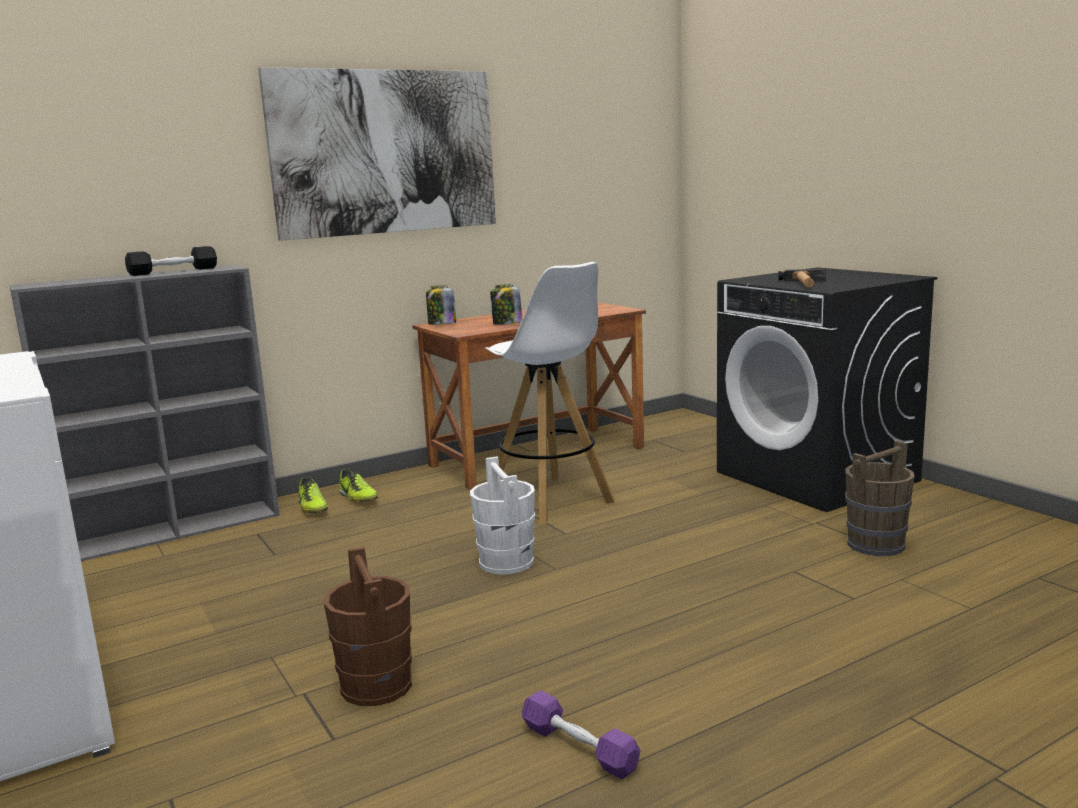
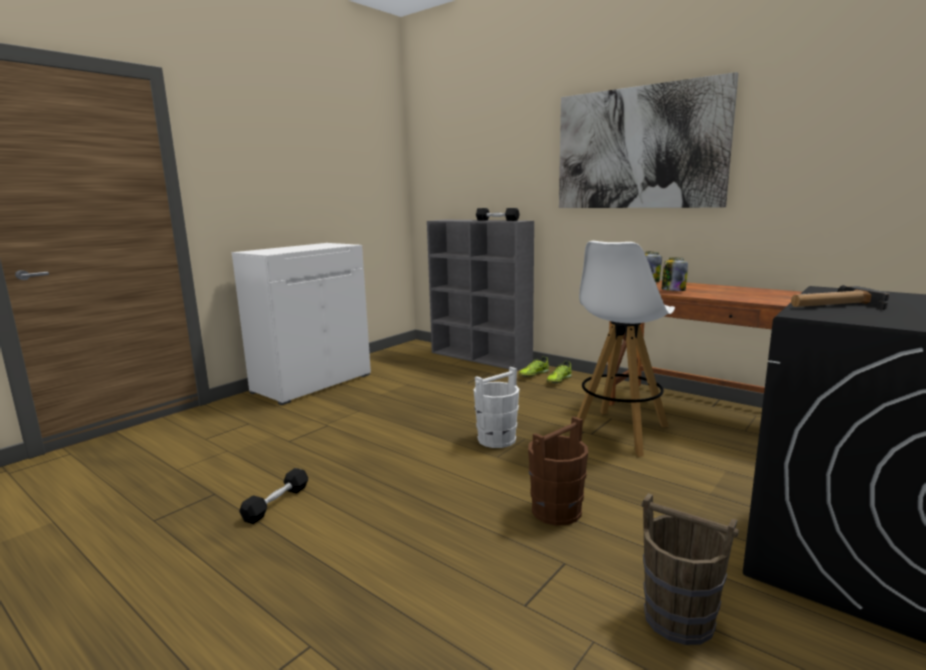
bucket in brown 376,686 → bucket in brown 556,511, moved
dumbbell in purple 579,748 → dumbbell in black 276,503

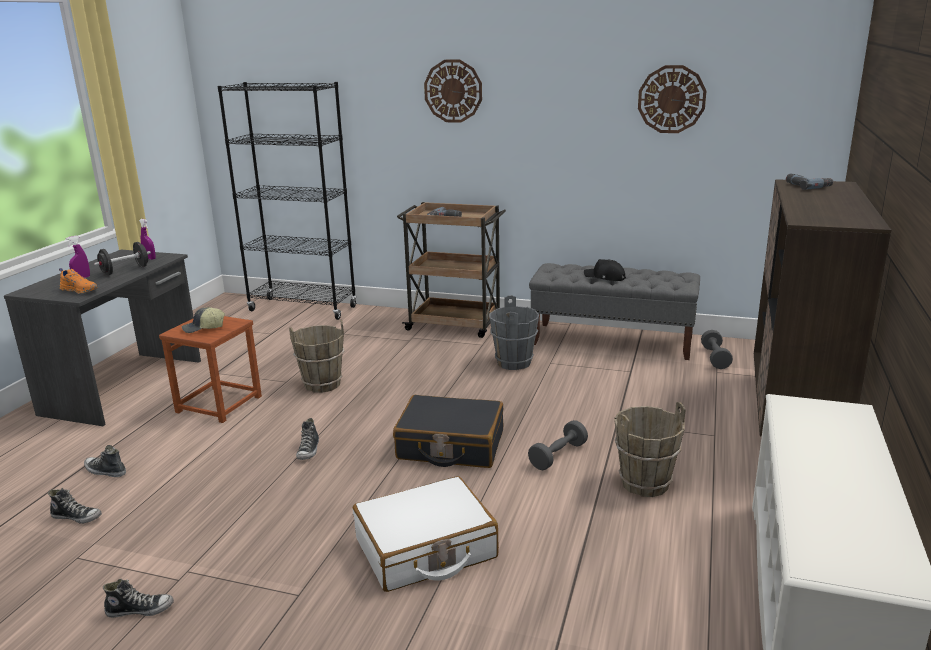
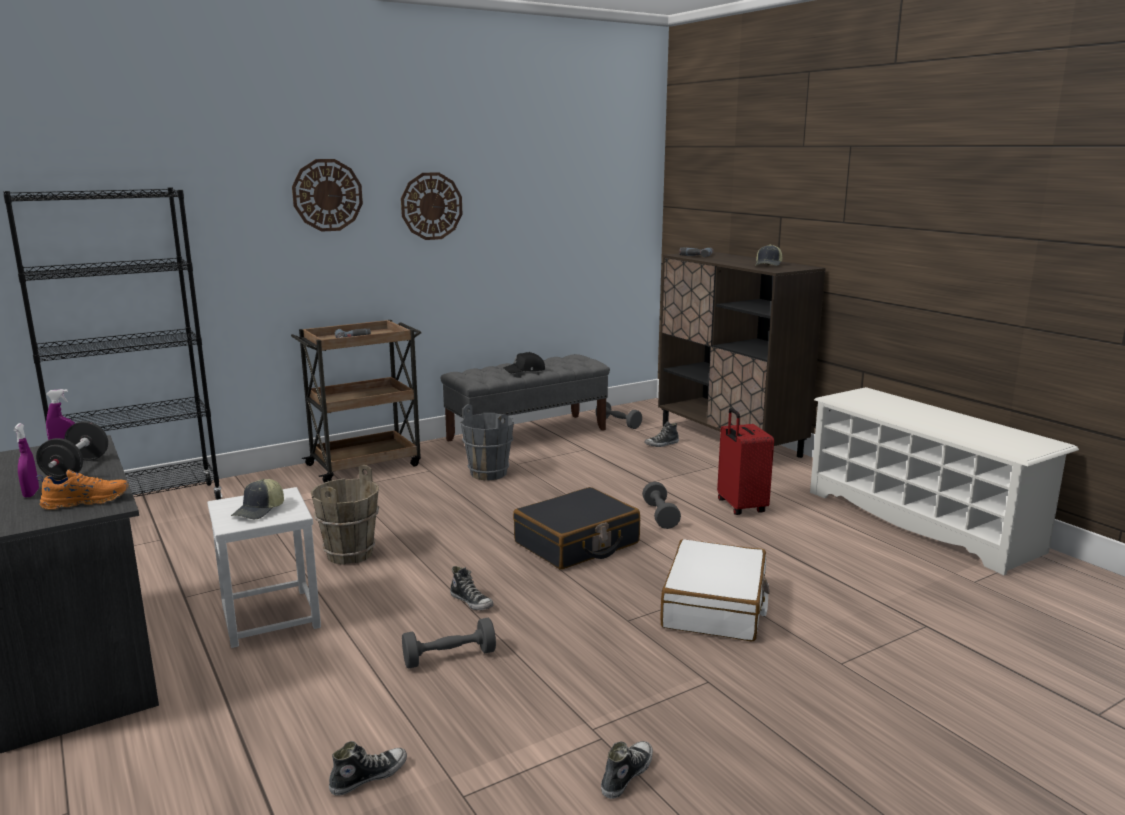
- → dumbbell in grey 449,657
- → cap 768,265
shoe 105,471 → shoe 661,444, moved
wall clock 671,99 → wall clock 431,206, moved
bucket in brown 644,483 → suitcase in red 740,507
stool in brown 219,404 → stool in white 271,617

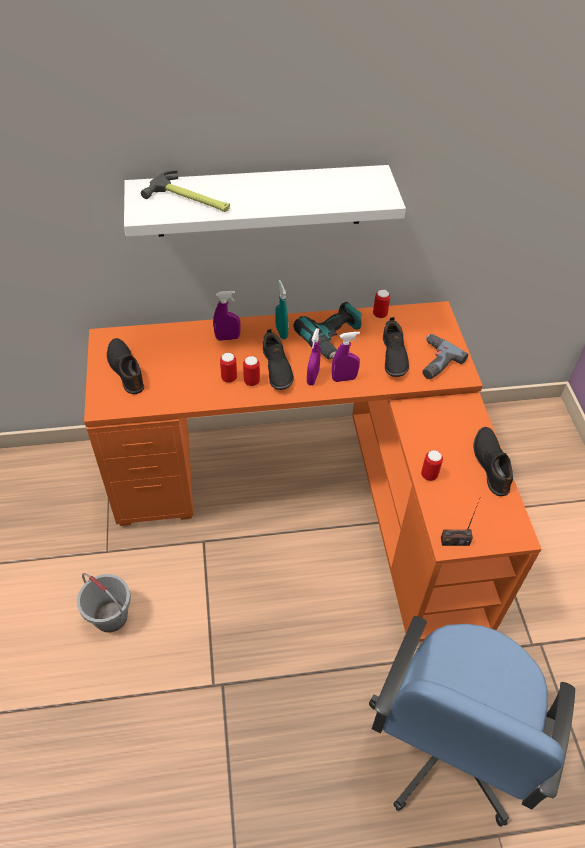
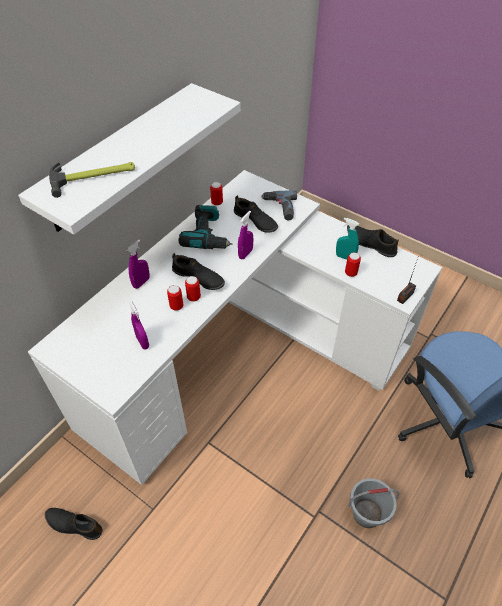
bucket in grey 110,616 → bucket in grey 366,513, moved
shoe in black 126,369 → shoe in black 74,524, moved
spray bottle in turquoise 281,332 → spray bottle in turquoise 345,257, moved
spray bottle in purple 313,378 → spray bottle in purple 142,342, moved
desk in orange 317,492 → desk in white 240,353

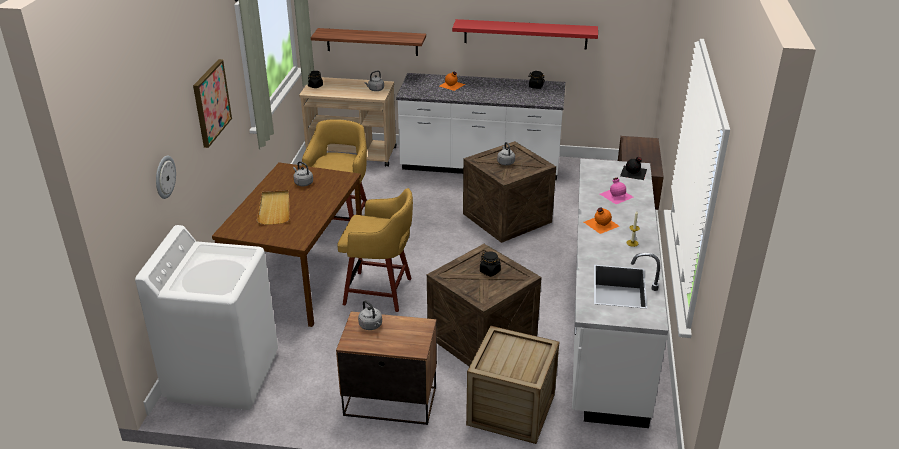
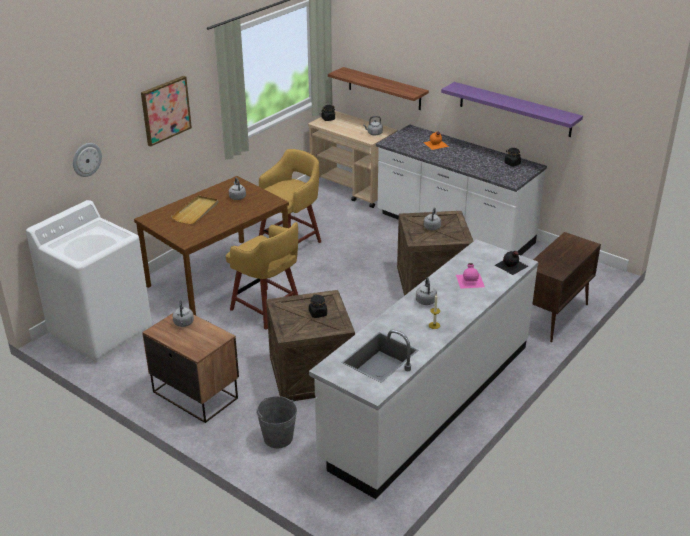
crate 511,409 → bucket in grey 278,438
bottle in orange 600,224 → kettle in grey 425,300
shelf in red 525,34 → shelf in purple 514,109

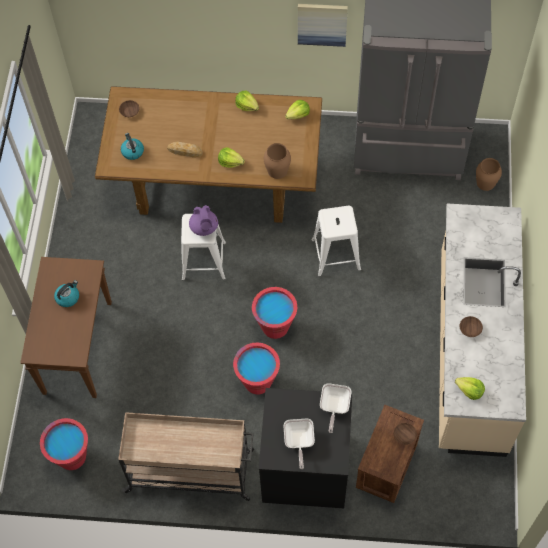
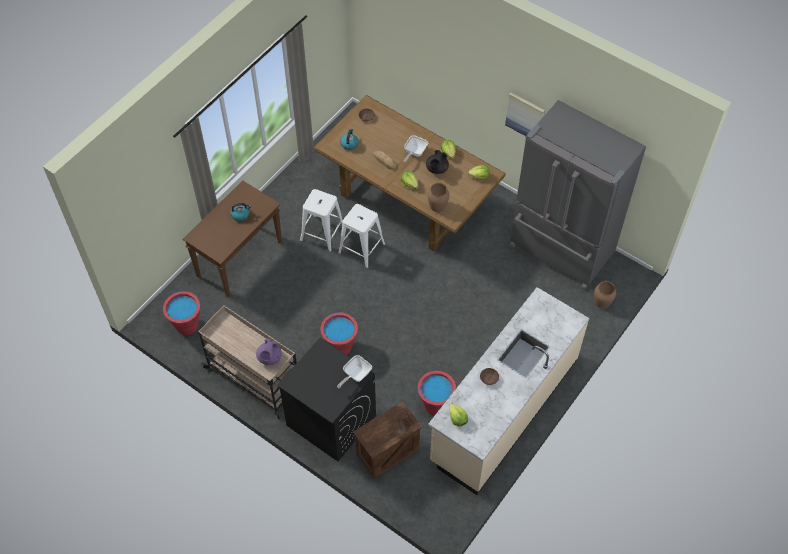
- → teapot in black 436,169
teapot in purple 204,228 → teapot in purple 269,358, moved
bucket in red 275,326 → bucket in red 435,405, moved
frying pan 298,442 → frying pan 414,153, moved
stool in white 336,254 → stool in white 322,233, moved

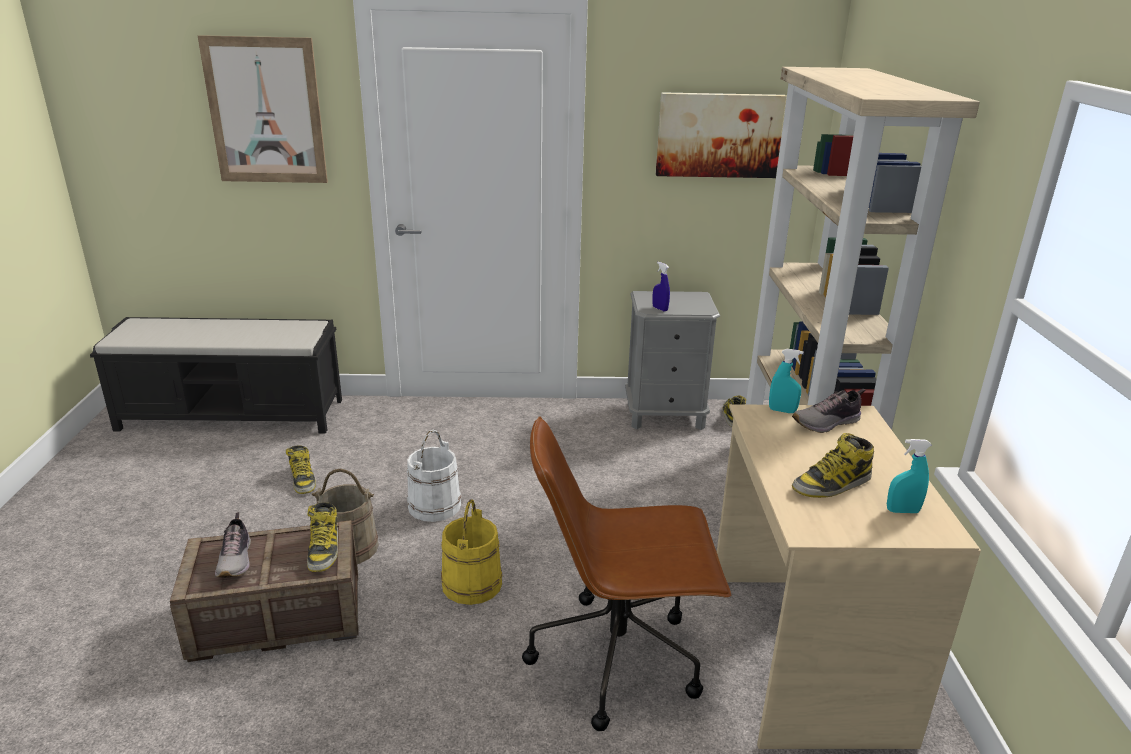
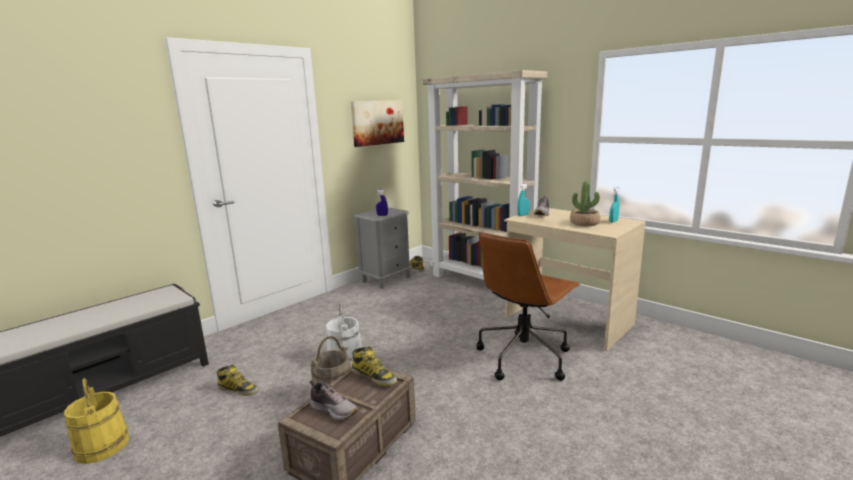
picture 265,111 → -
bucket in yellow 472,584 → bucket in yellow 102,446, moved
boot 832,484 → potted plant 584,223

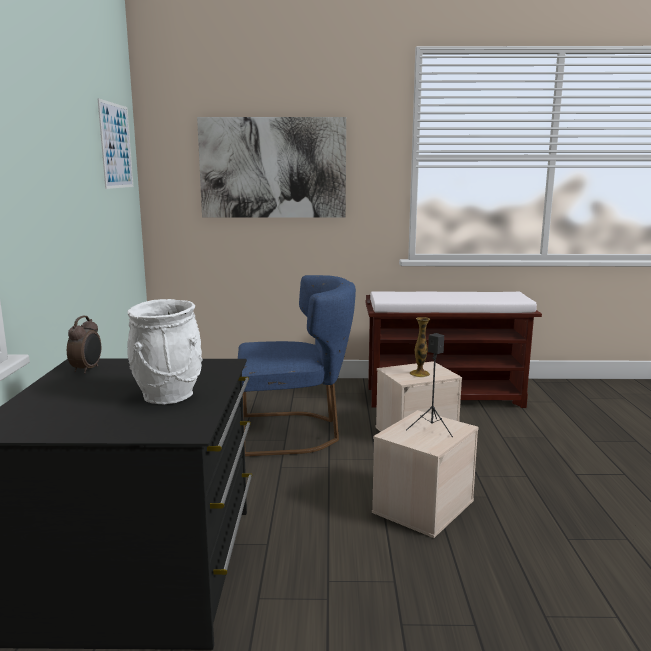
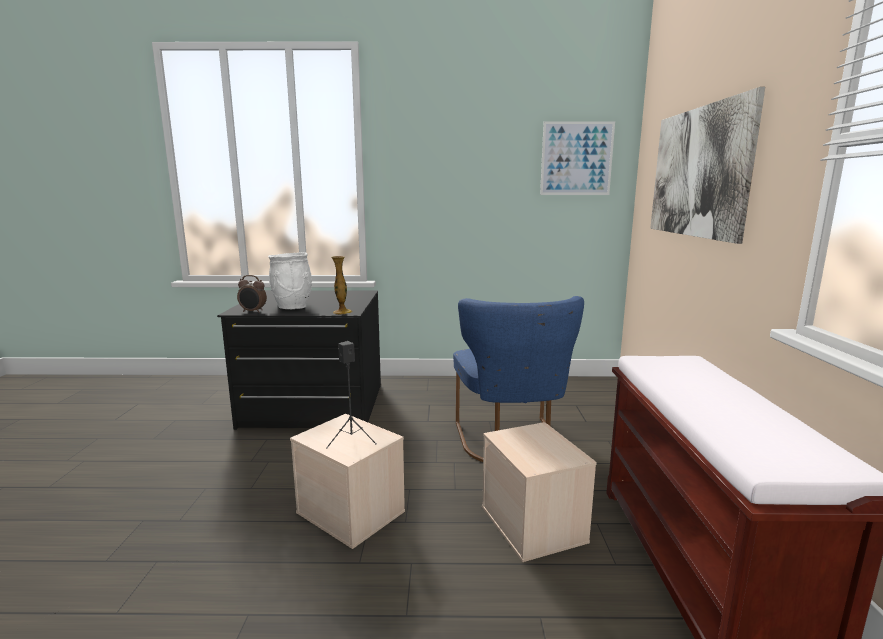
alarm clock 87,369 → alarm clock 253,312, moved
vase 419,373 → vase 342,312, moved

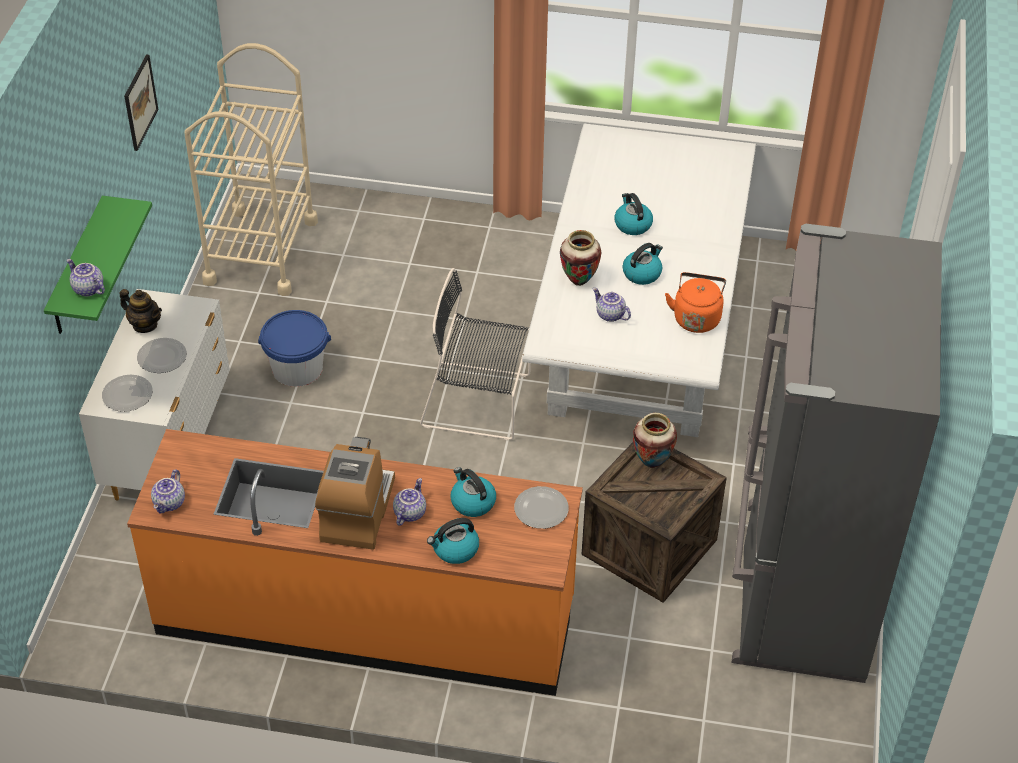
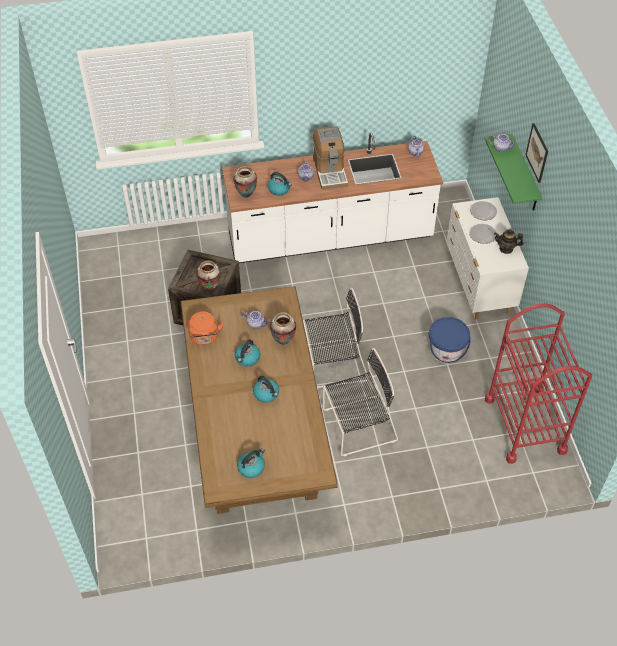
fridge in grey 799,590 → -
- → chair in black 357,426
picture 140,102 → picture 537,153, moved
kettle 455,549 → kettle 251,467, moved
plate 540,509 → vase 246,195
counter in orange 366,617 → counter in white 330,238
cart in beige 261,251 → cart in red 525,425
dining table in white 639,339 → dining table in brown 256,435

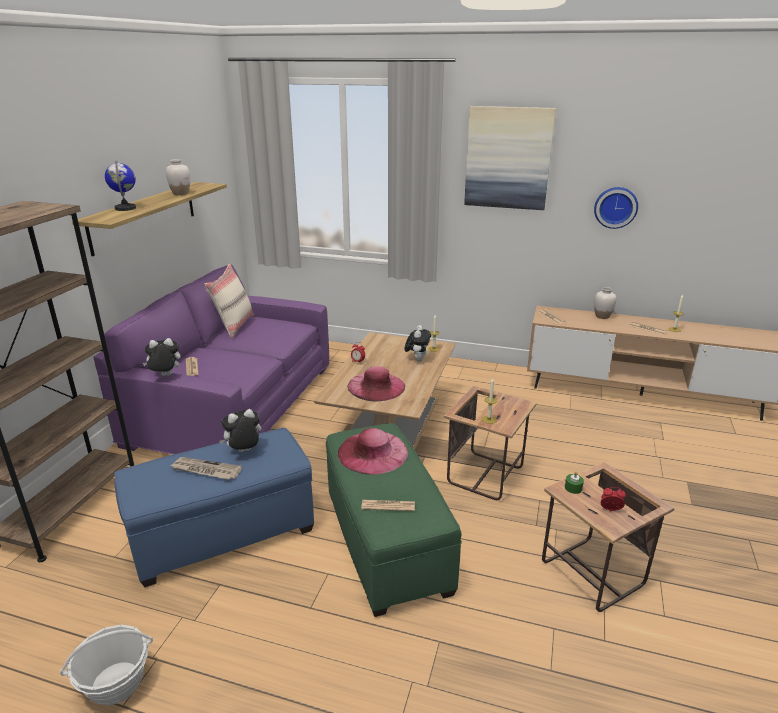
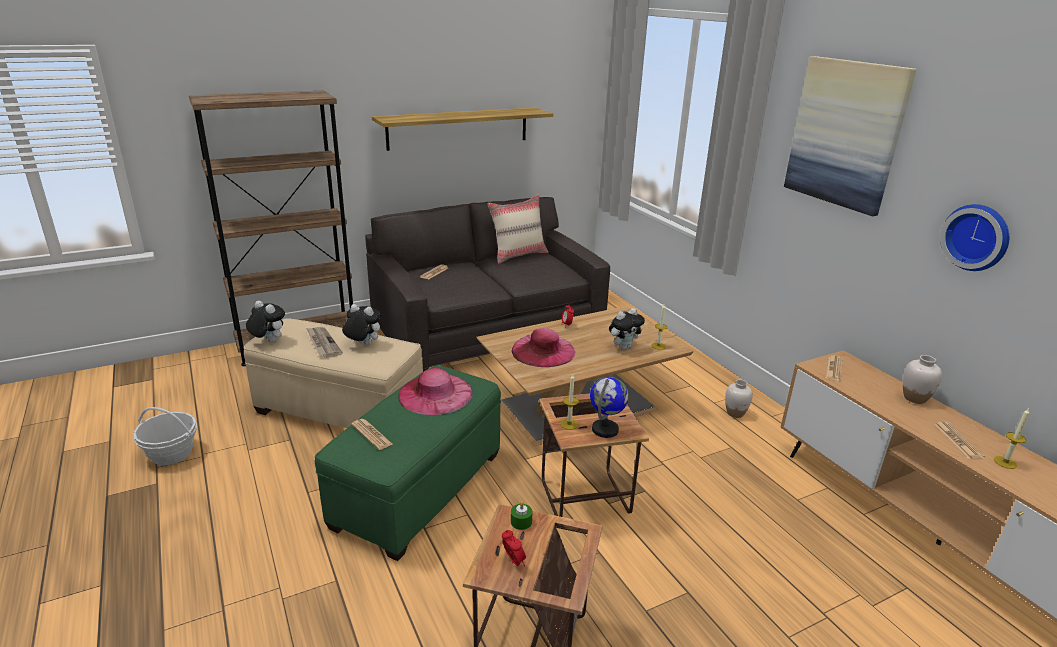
globe 125,208 → globe 605,430, moved
plush toy 165,376 → plush toy 268,341, moved
vase in white 180,193 → vase in white 735,413, moved
sofa in purple 234,403 → sofa in grey 487,327
ottoman in blue 223,534 → ottoman in beige 340,410

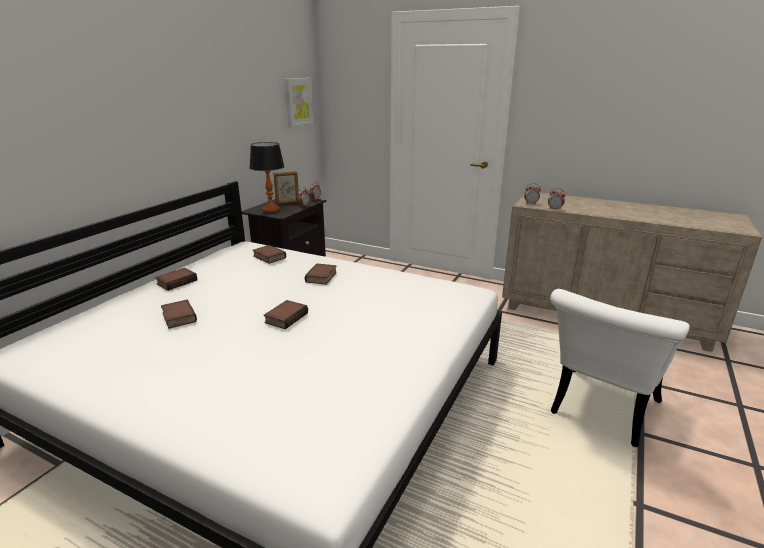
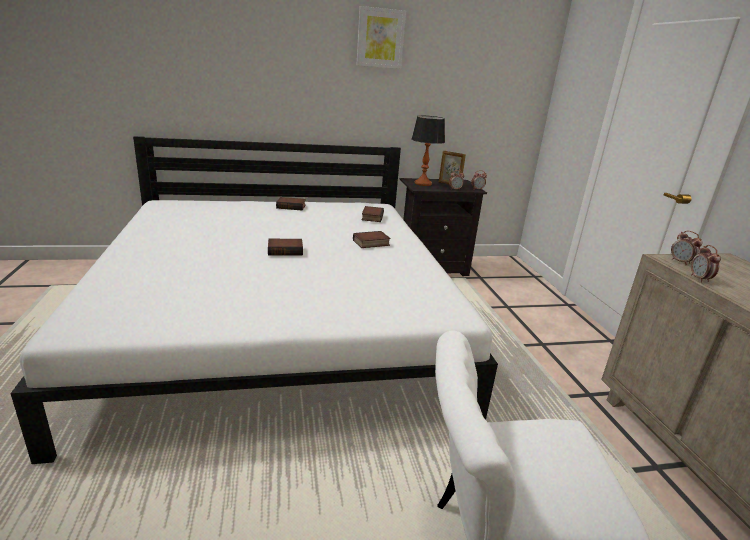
book 178,317 → -
picture 298,102 → picture 380,38, moved

